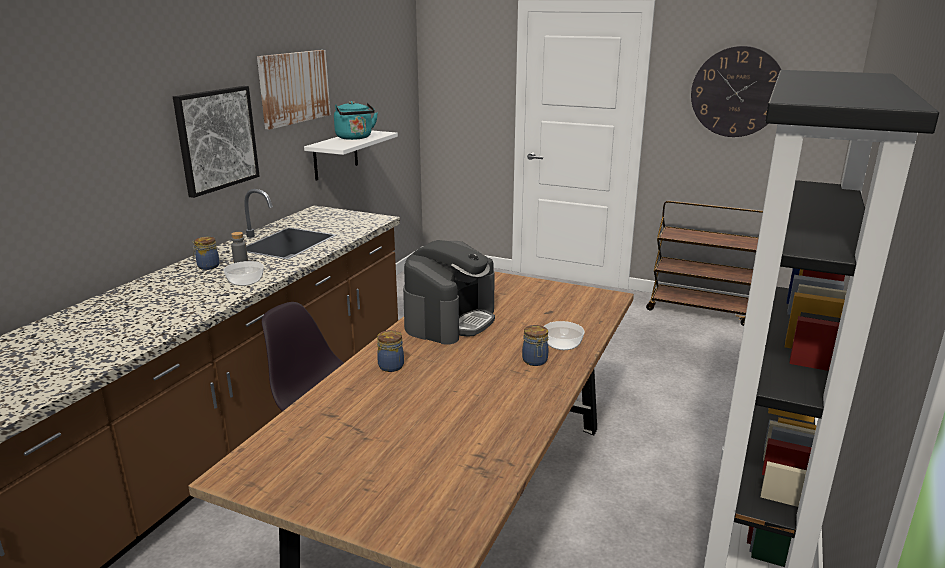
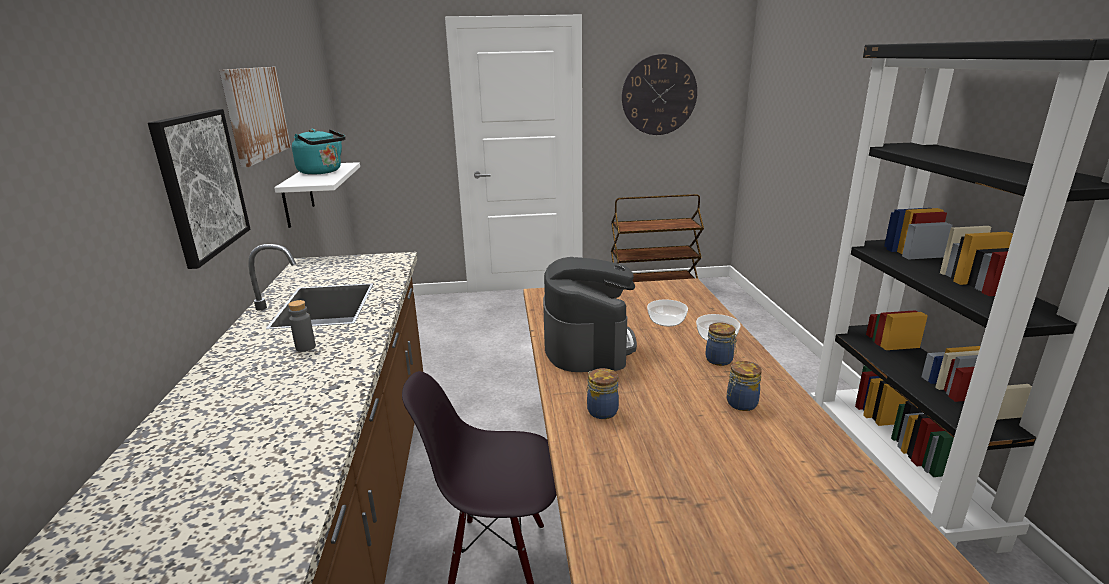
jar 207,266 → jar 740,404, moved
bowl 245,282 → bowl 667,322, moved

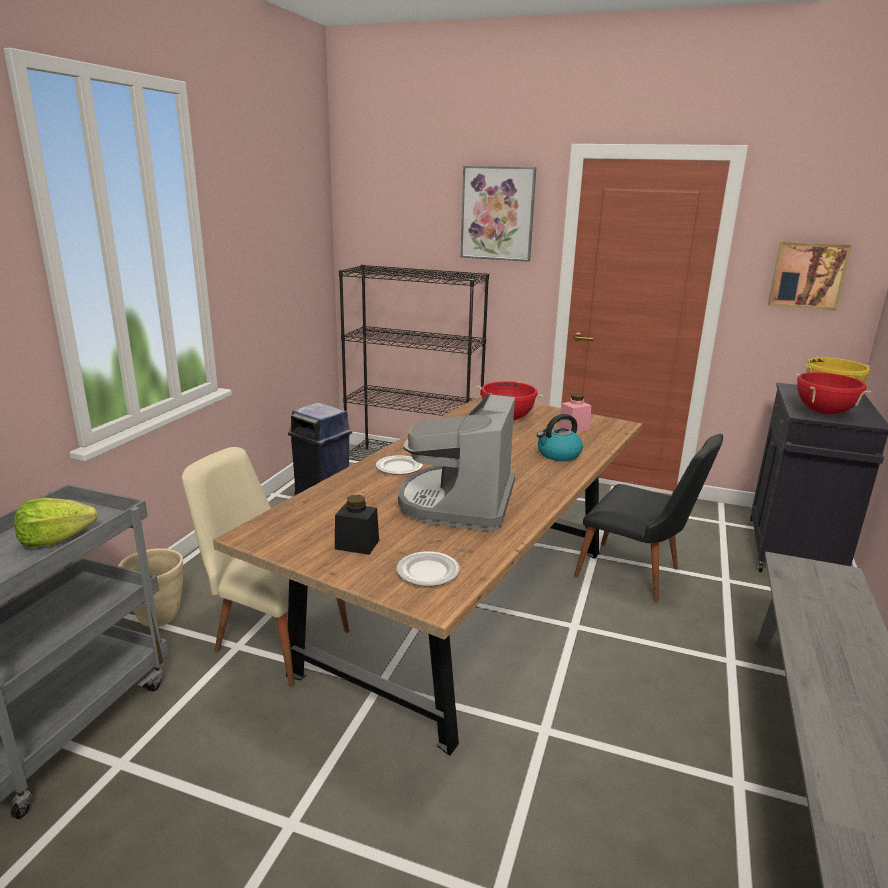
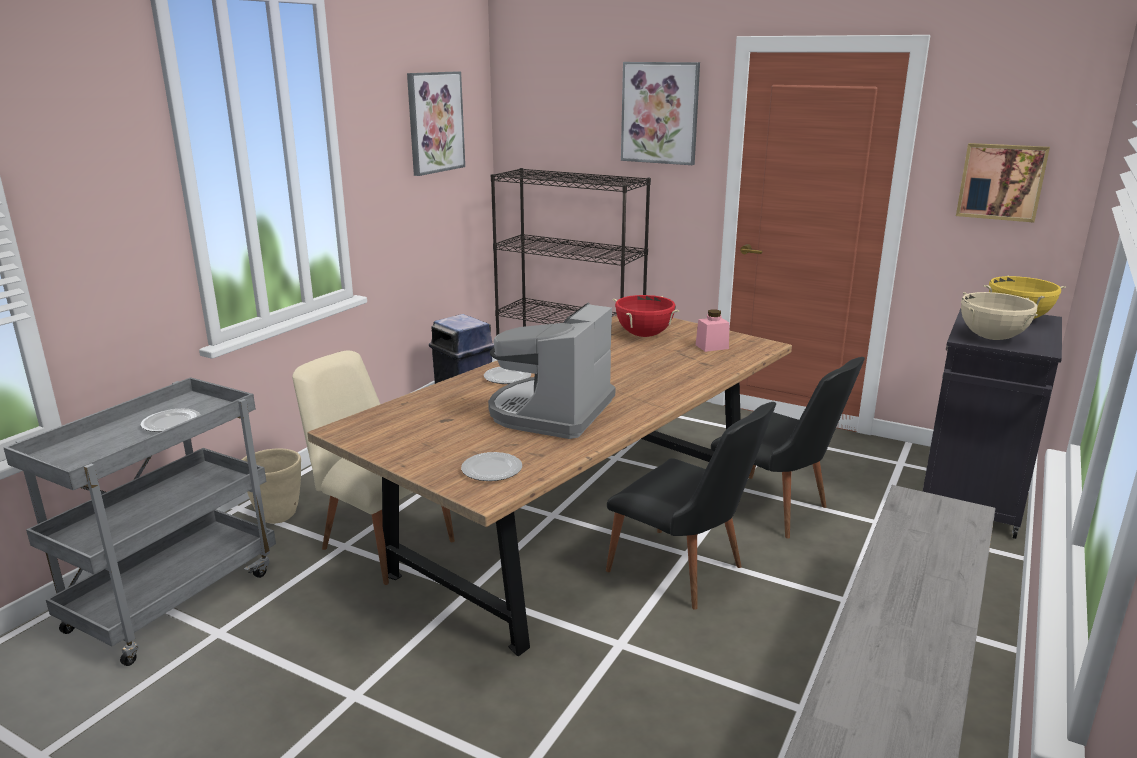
jar in black 357,544 → -
kettle 558,455 → -
- → picture 435,122
- → chair in black 685,574
lettuce 55,539 → plate 171,423
cooking pot in red 823,413 → cooking pot in beige 991,338

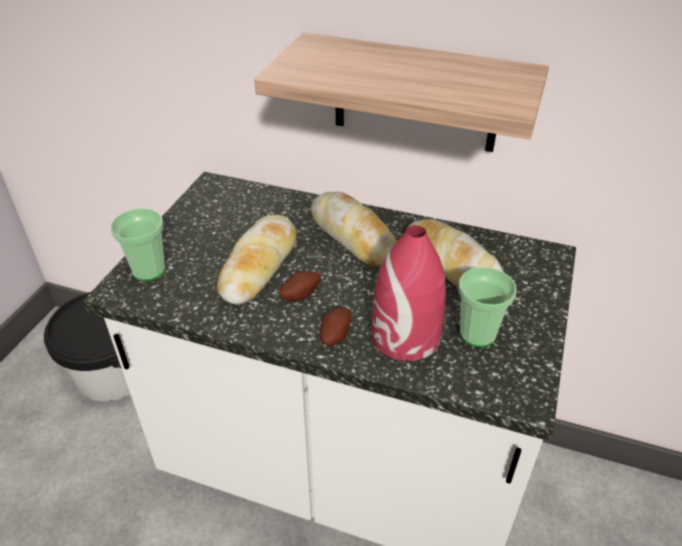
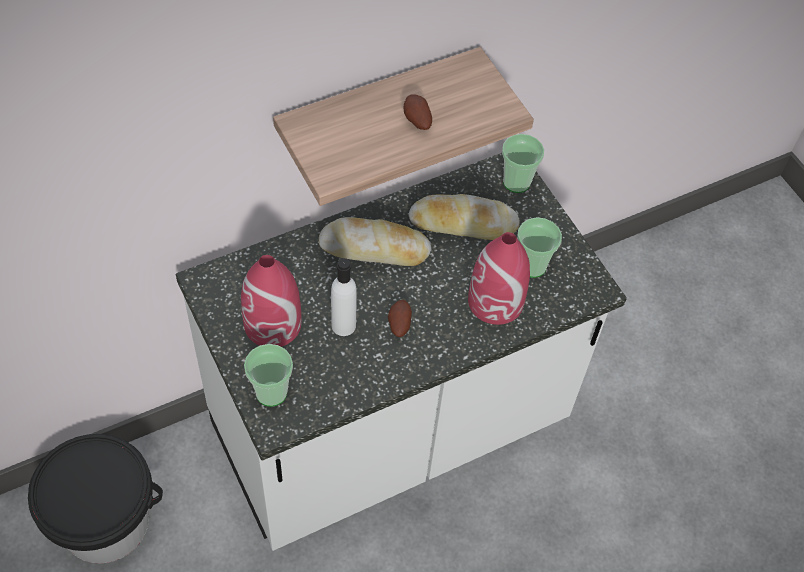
- → vase in red 273,324
- → cup 516,182
potato 334,335 → potato 416,121, moved
bread 259,266 → bottle in white 343,325

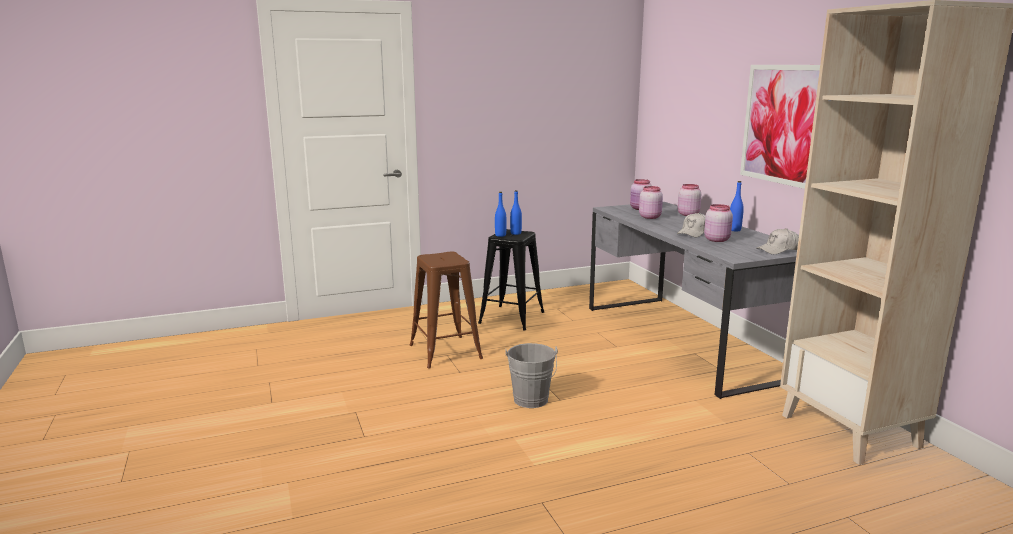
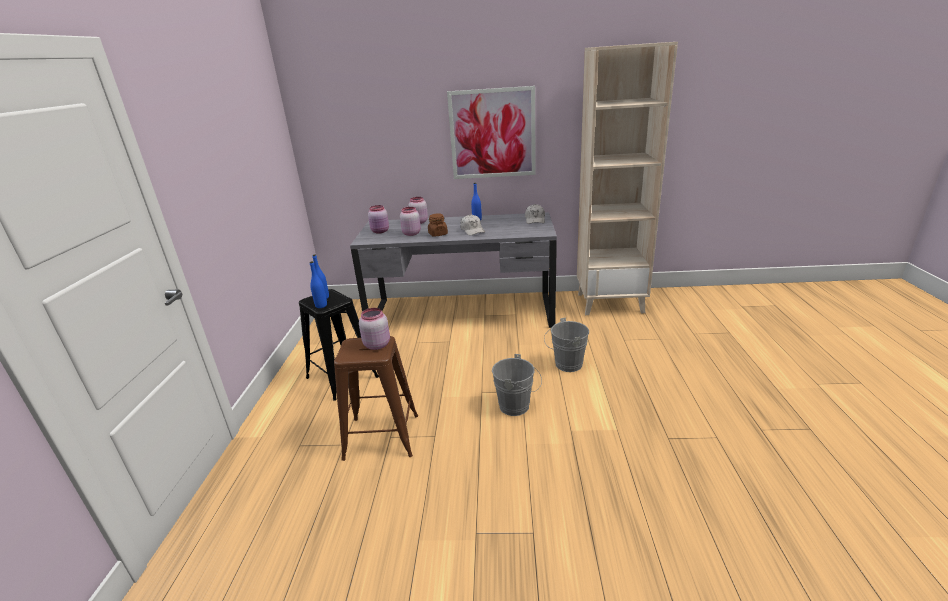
- → jar in brown 438,234
- → bucket in grey 565,365
jar in pink 717,240 → jar in pink 377,344, moved

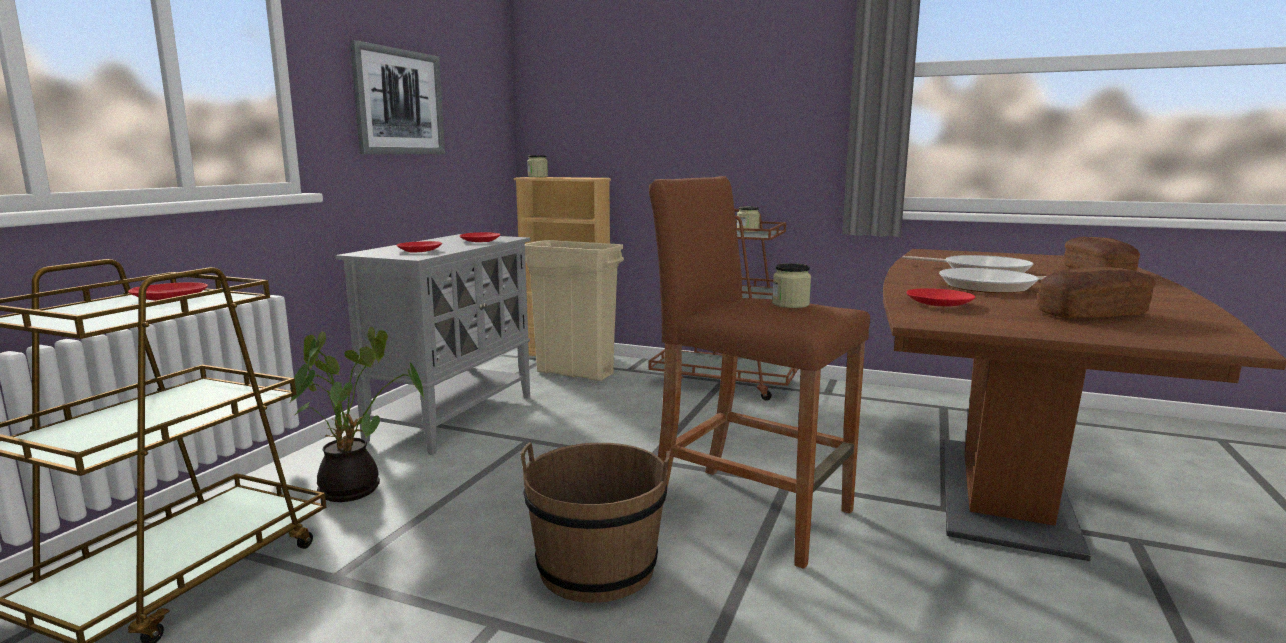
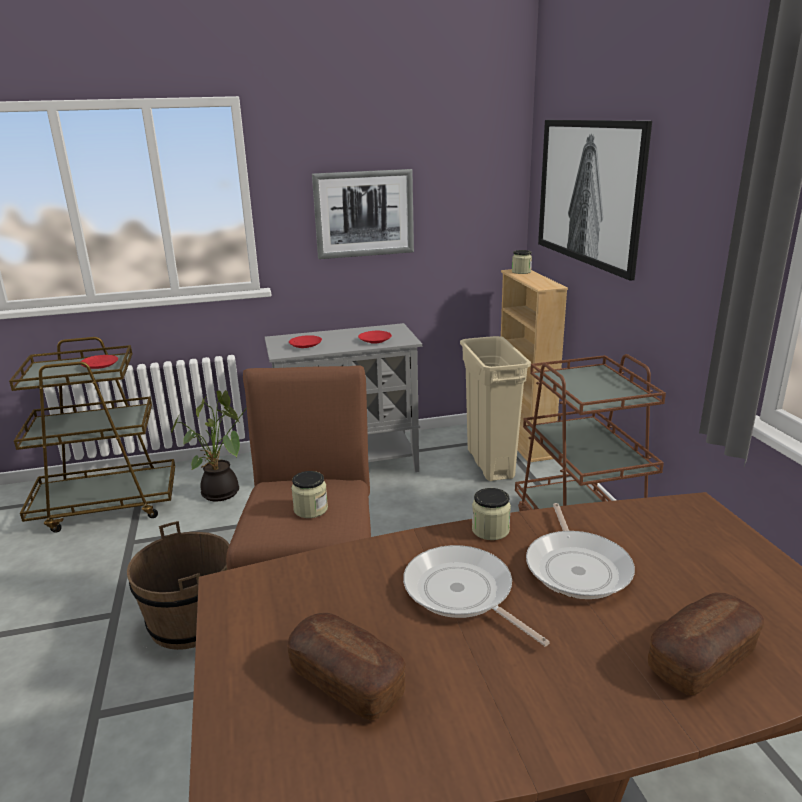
plate in red 938,304 → -
- → picture 588,192
jar 747,231 → jar 490,530, moved

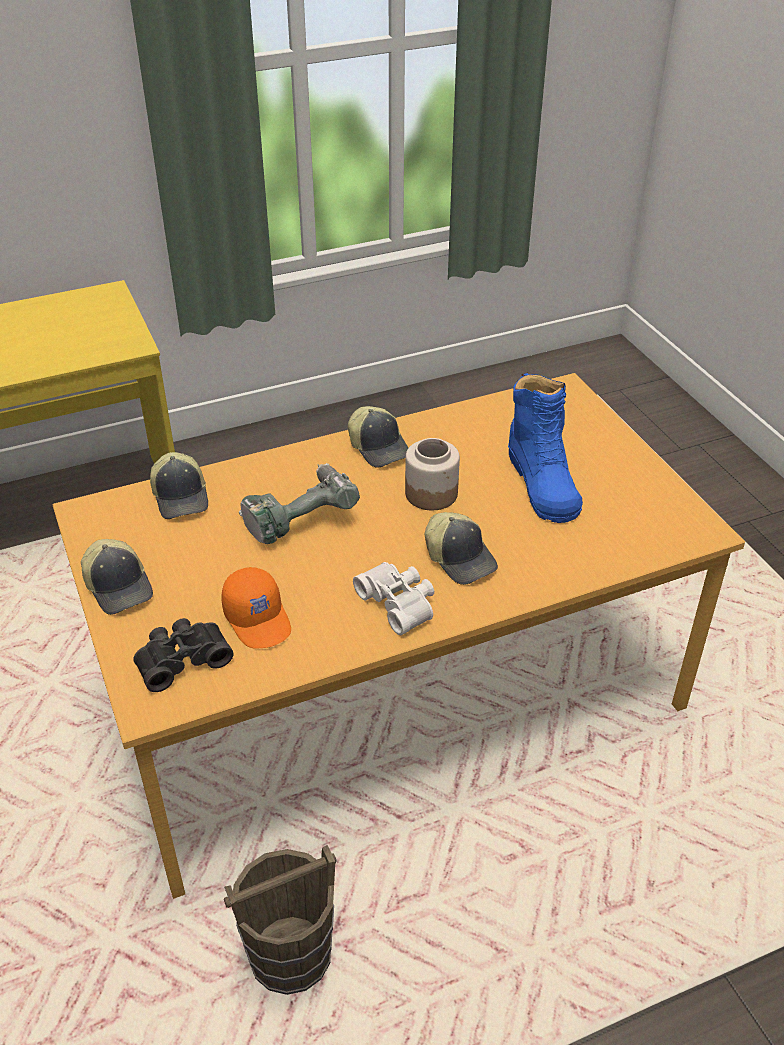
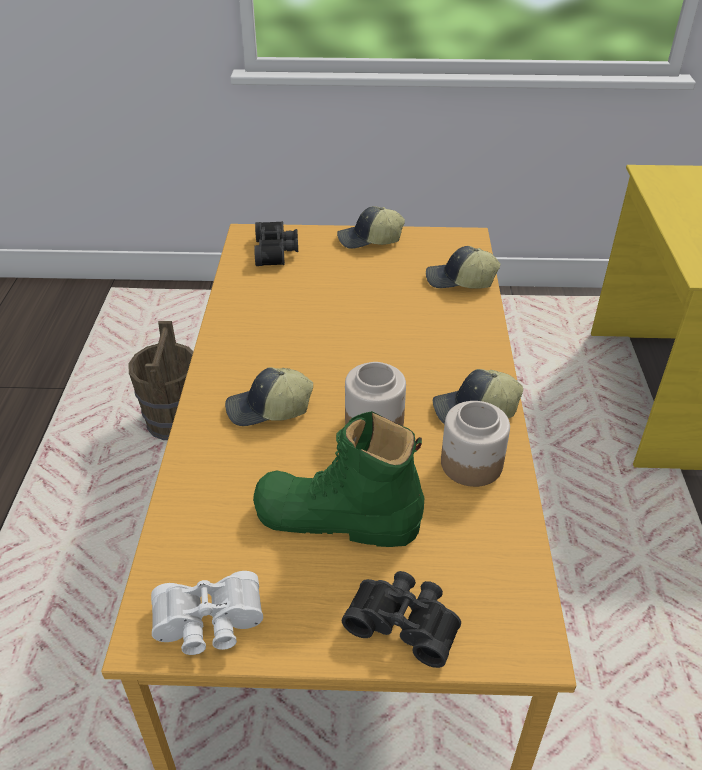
cap in orange 258,619 → -
power drill 298,517 → -
- → binoculars in black 404,622
- → jar 470,464
binoculars in white 399,603 → binoculars in white 209,625, moved
boot in blue 542,483 → boot in green 337,518

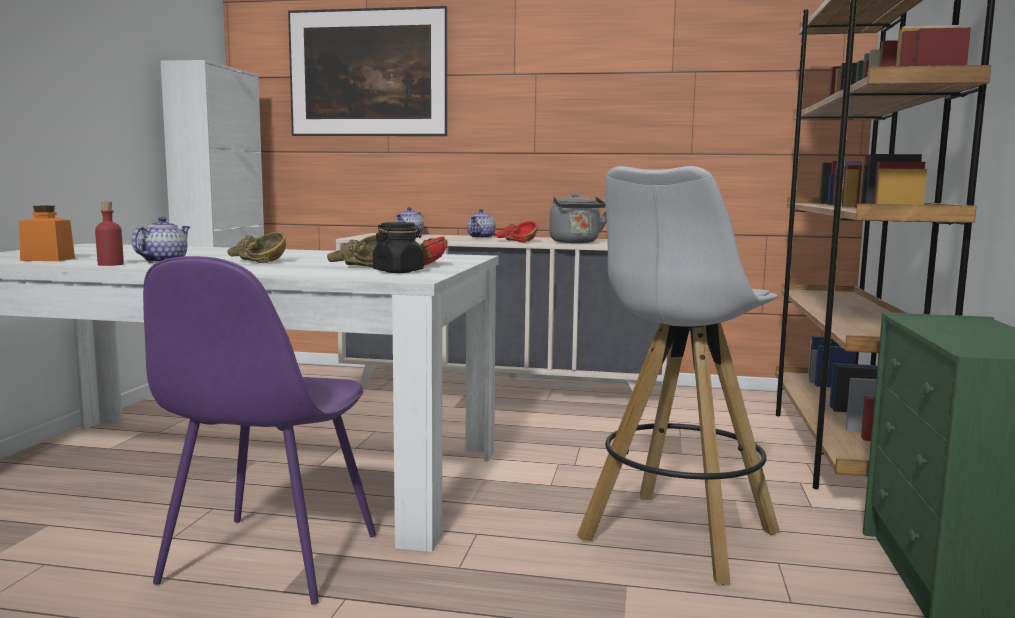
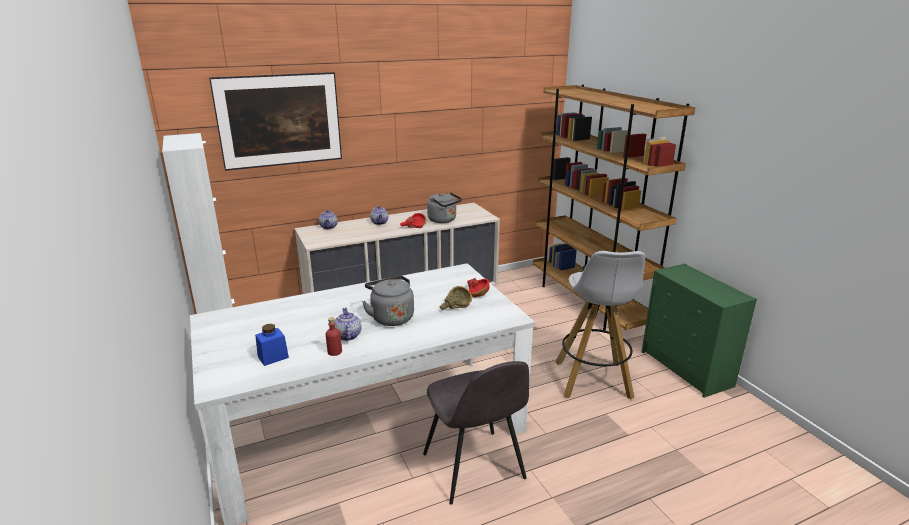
jar in black 398,271 → -
bowl in brown 255,261 → kettle in grey 391,317
jar in orange 48,259 → jar in blue 273,357
chair in purple 268,561 → chair in grey 474,468

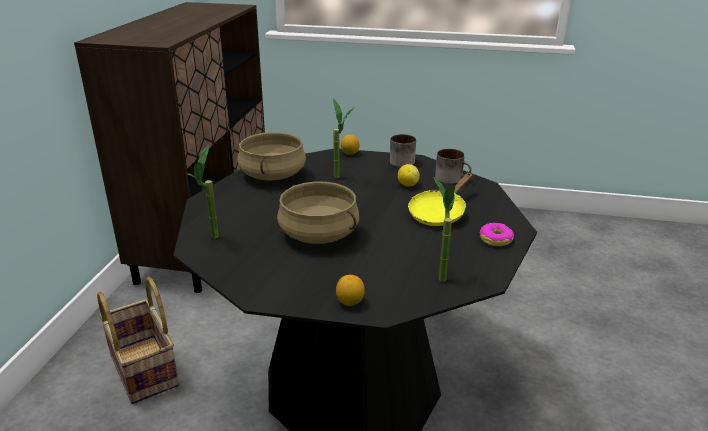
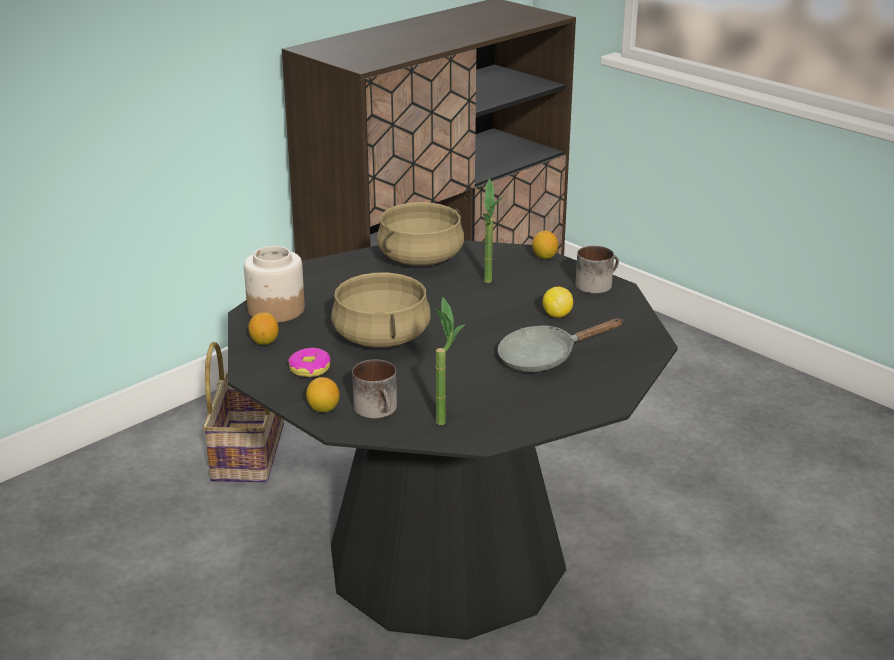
- → lemon 264,342
mug 452,178 → mug 379,409, moved
donut 495,239 → donut 310,368, moved
potted plant 211,240 → jar 275,309
frying pan in yellow 439,213 → frying pan in grey 544,358

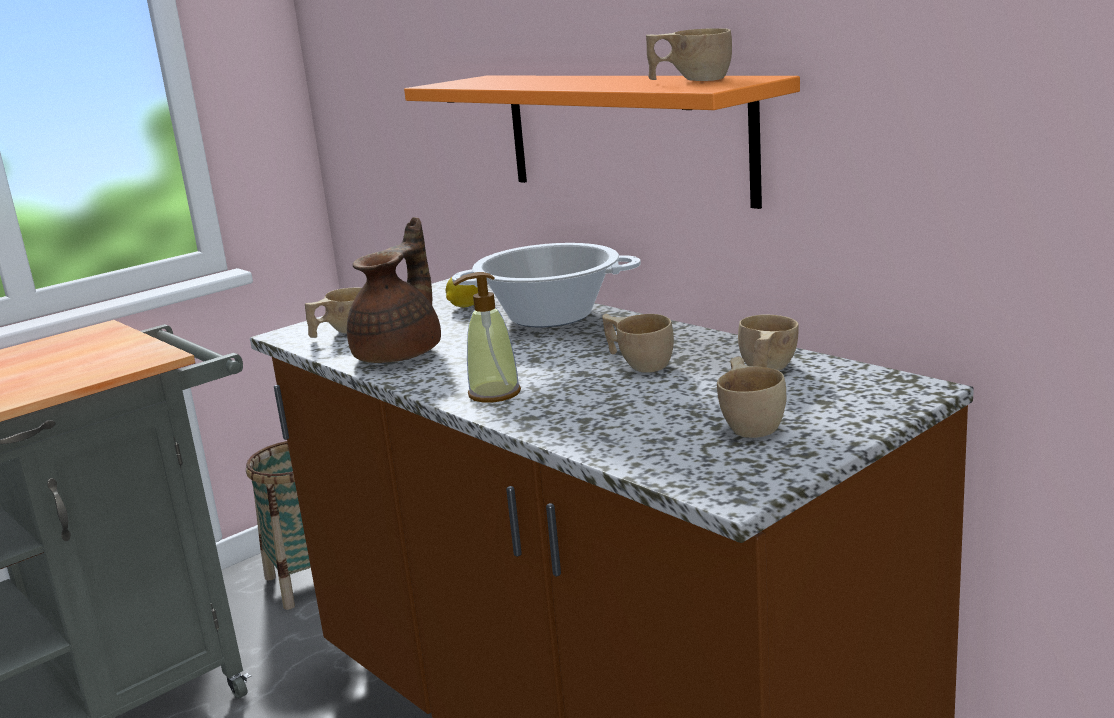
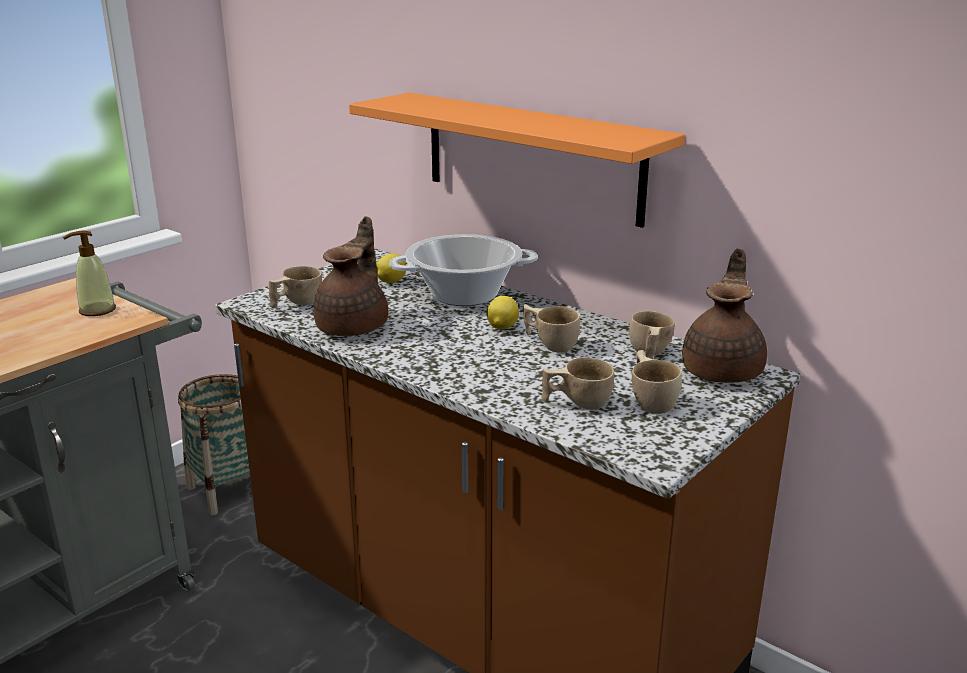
- → lemon 501,327
- → teapot in brown 723,370
soap dispenser 494,394 → soap dispenser 97,310, moved
cup in beige 690,80 → cup in beige 576,403, moved

